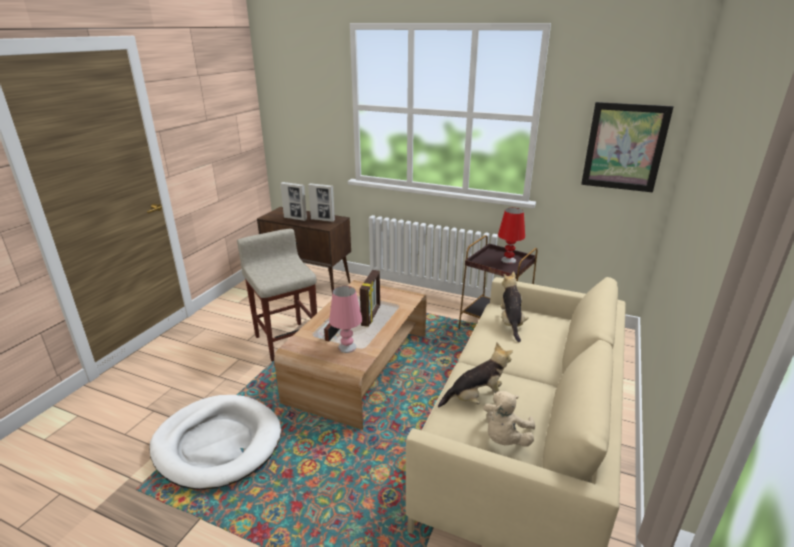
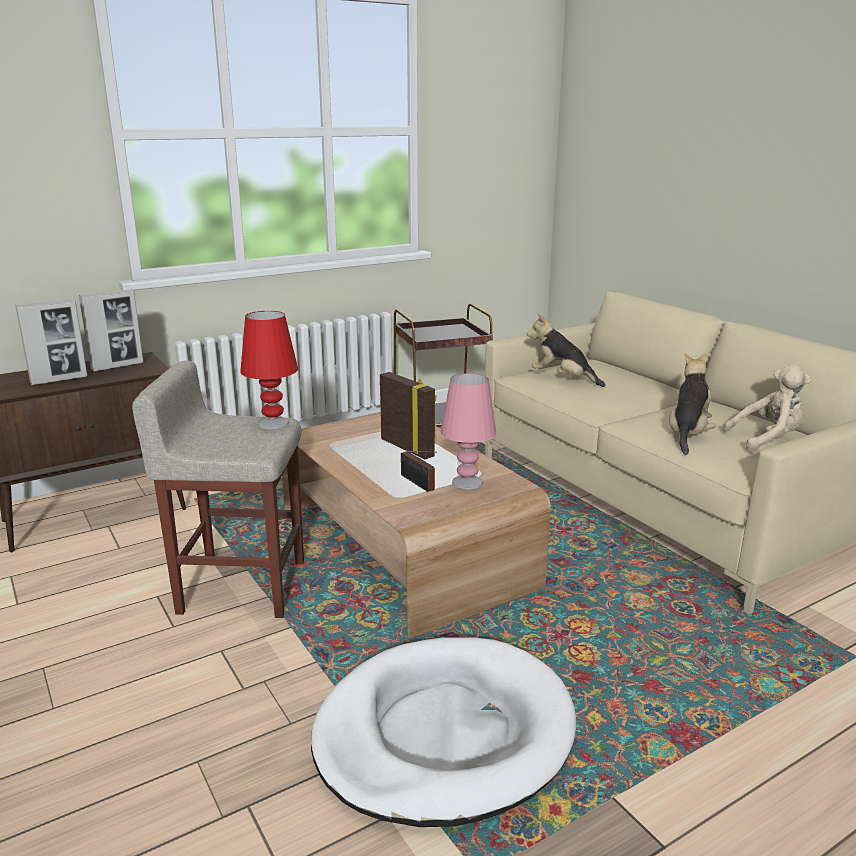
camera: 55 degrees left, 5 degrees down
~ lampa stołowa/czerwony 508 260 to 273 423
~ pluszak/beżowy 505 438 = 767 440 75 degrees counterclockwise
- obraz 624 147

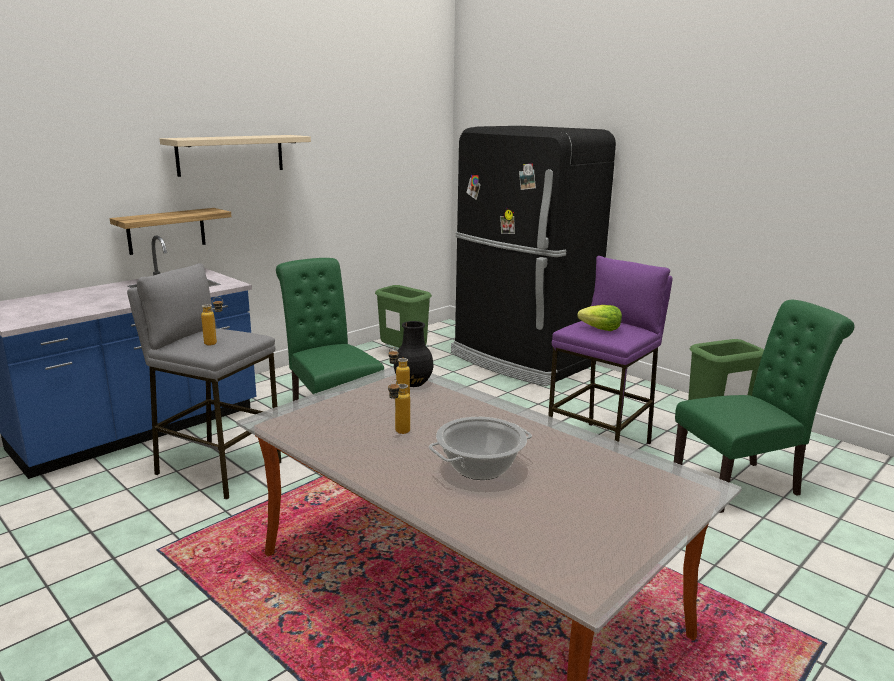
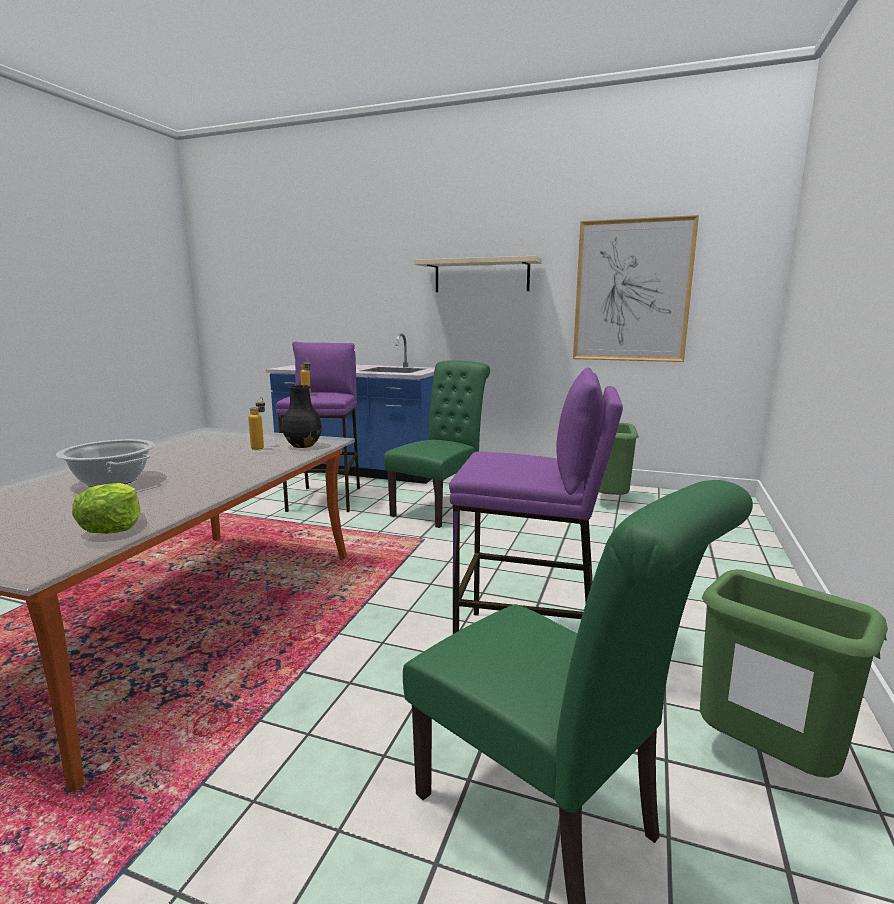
camera: 65 degrees right, 5 degrees down
~ sałata 600 329 to 113 527
~ stołek/szary 218 468 to stołek/fioletowy 326 499
+ obraz 632 291
- półka 166 231
- butelka 398 433
- lodówka/czarny 521 360

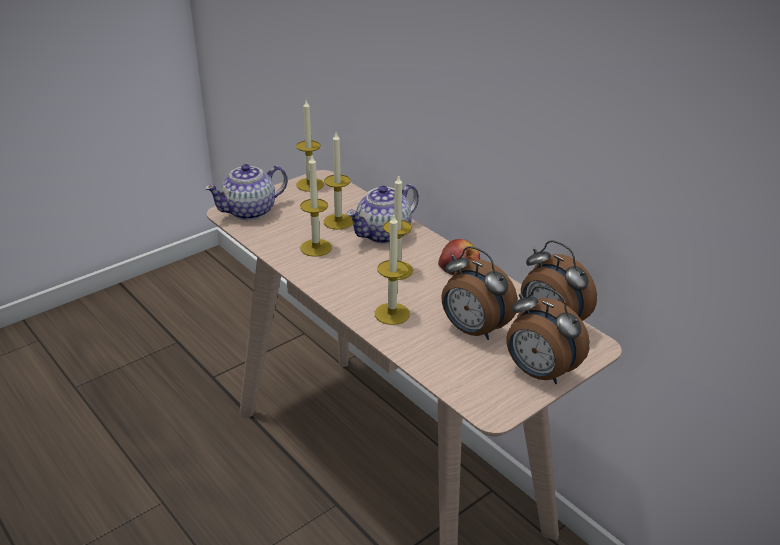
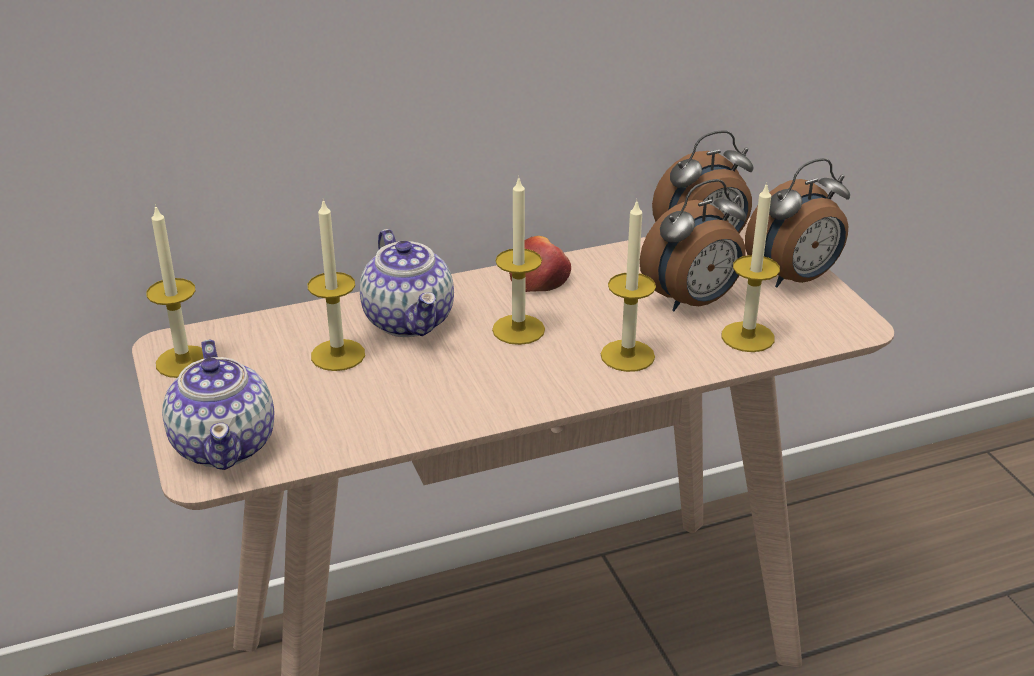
camera: 70 degrees left, 0 degrees up
~ świeca 316 248 to 747 337

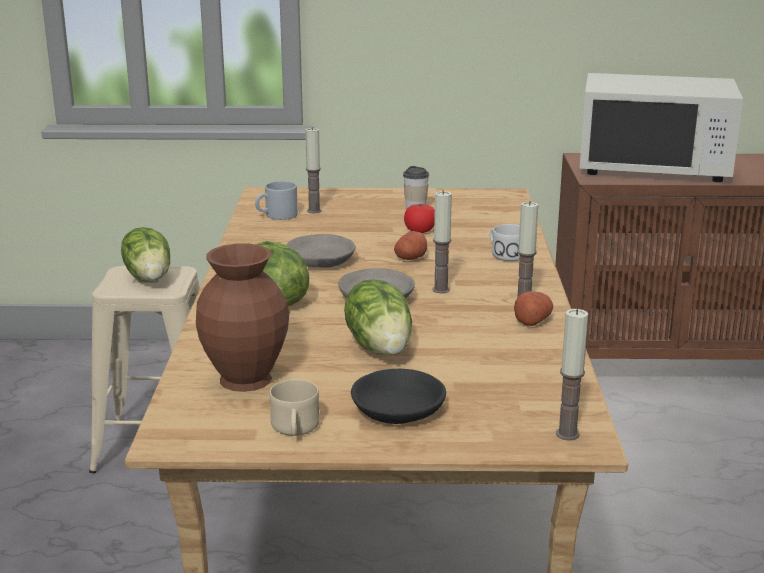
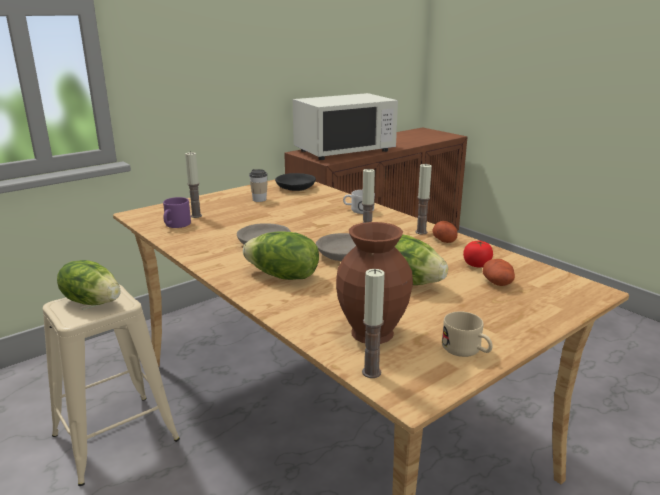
camera: 40 degrees left, 0 degrees up
~ kubek/szary 276 216 to kubek/fioletowy 176 225
~ miska/czarny 396 410 to 295 188
~ świeca 567 434 to 371 372
~ pomidor 420 231 to 477 265
~ ziemniak 411 258 to 498 283

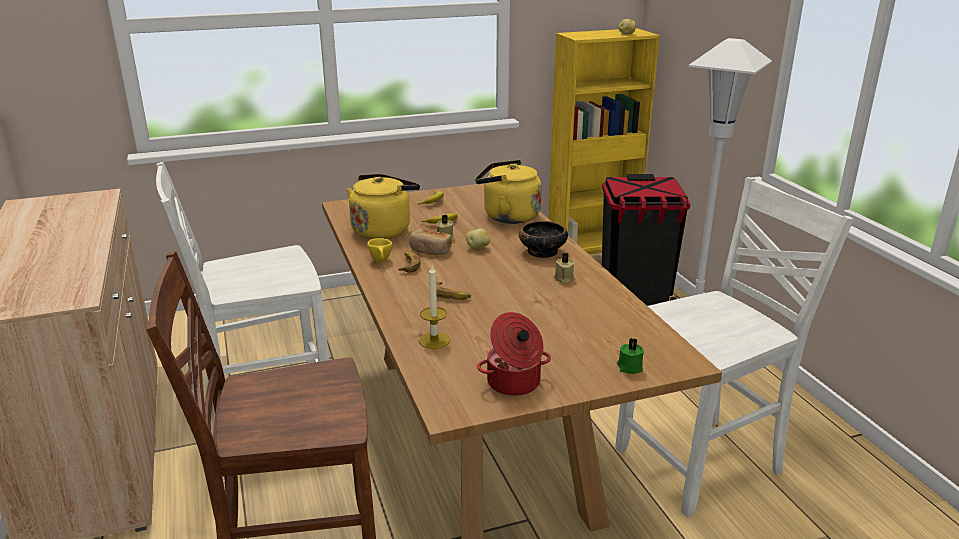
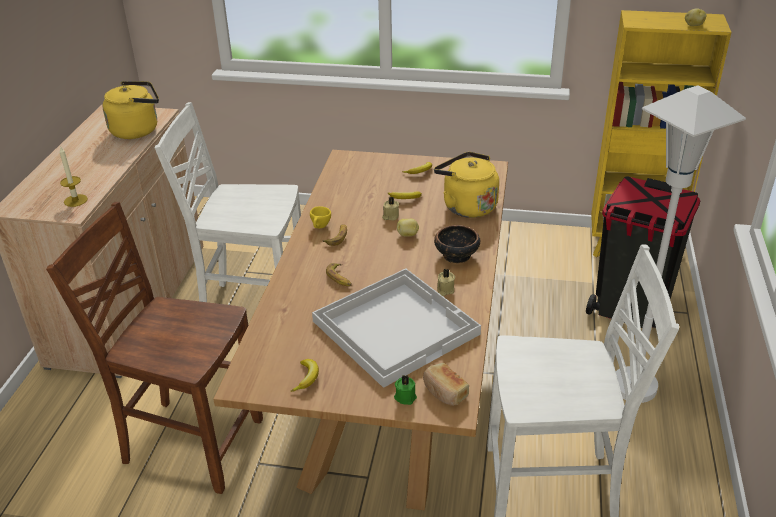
camera: 30 degrees right, 10 degrees up
~ świeca 434 340 to 75 200
~ czajnik/żółty 383 230 to 138 130
~ garnek 514 383 to banan 306 378
+ taca/biały 395 326
~ chleb 430 250 to 444 392

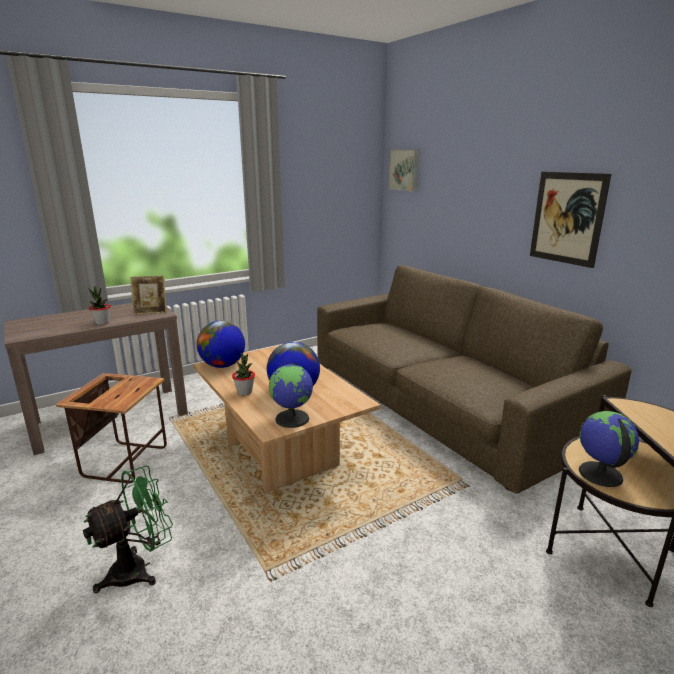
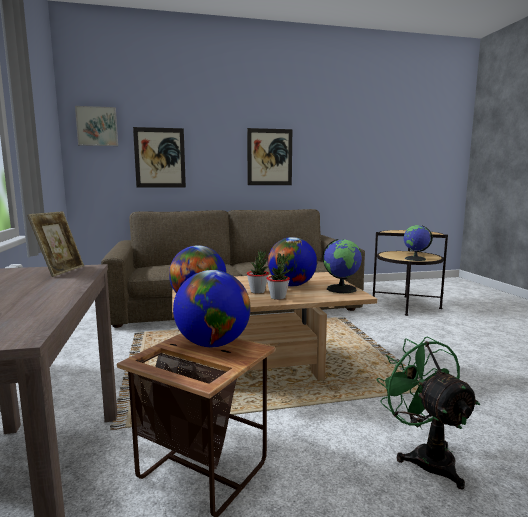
camera: 70 degrees left, 10 degrees down
+ obraz 160 158
+ globus 213 344
~ roślina doniczkowa 102 323 to 257 291

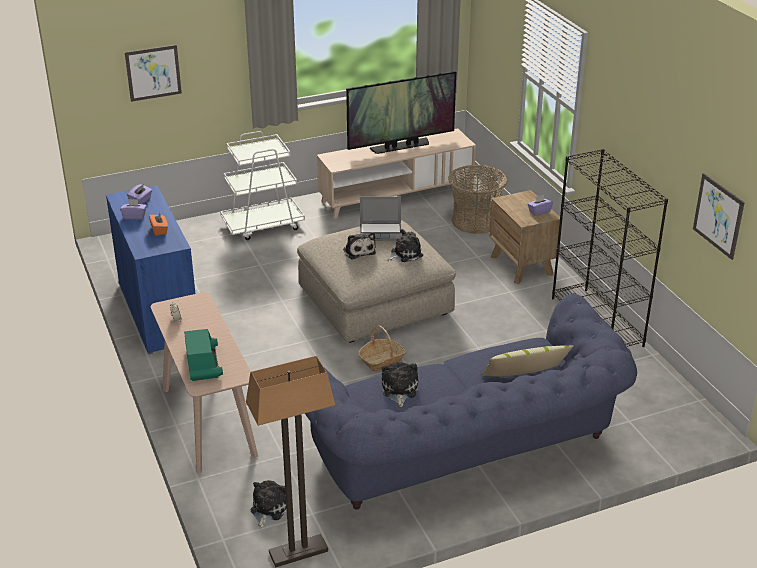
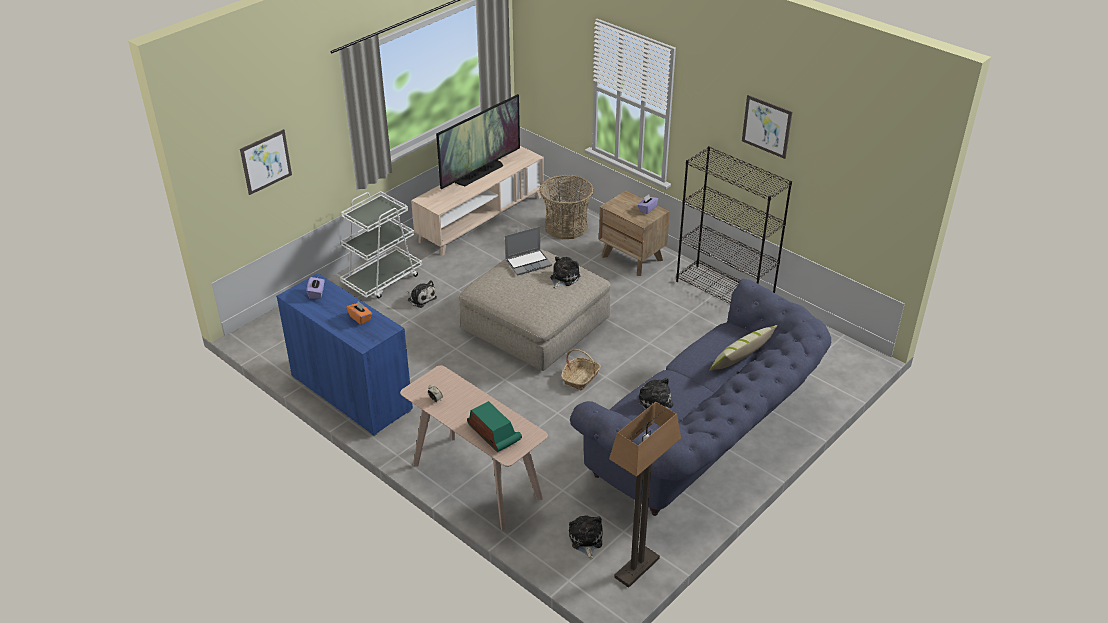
camera: 25 degrees left, 5 degrees up
~ pluszak 358 251 to 421 298
~ obraz 718 215 to 766 126
- pudełko chusteczek/fioletowy 134 216

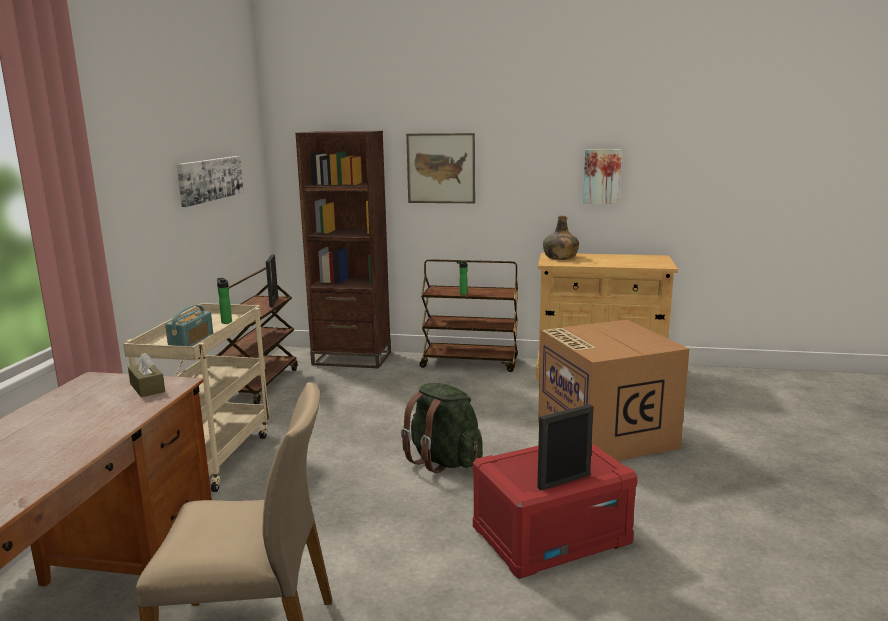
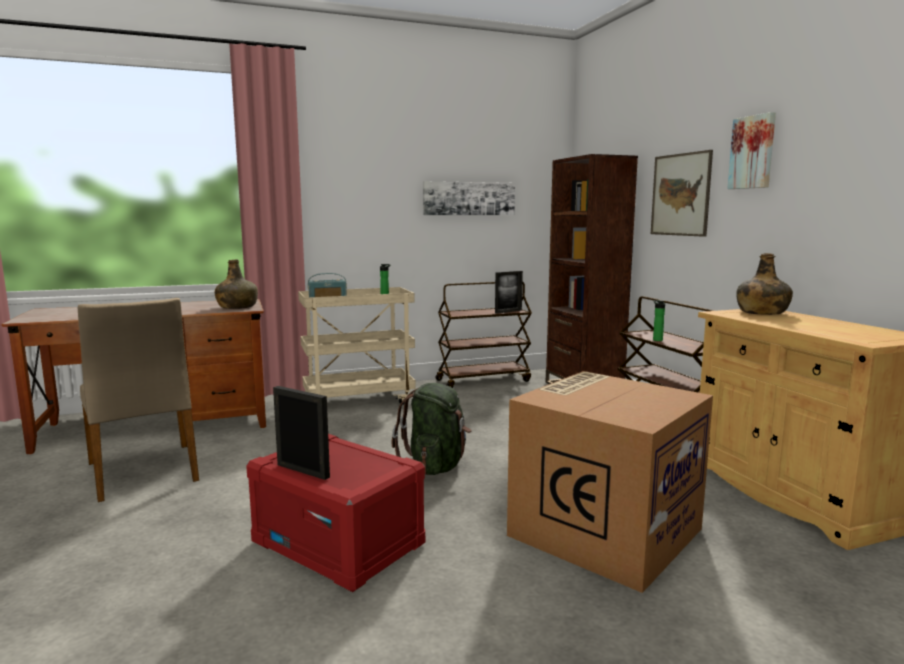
camera: 60 degrees right, 5 degrees down
~ pudełko chusteczek/brązowy 147 388 to butelka/zielony 237 307
~ obraz 601 176 to 753 152

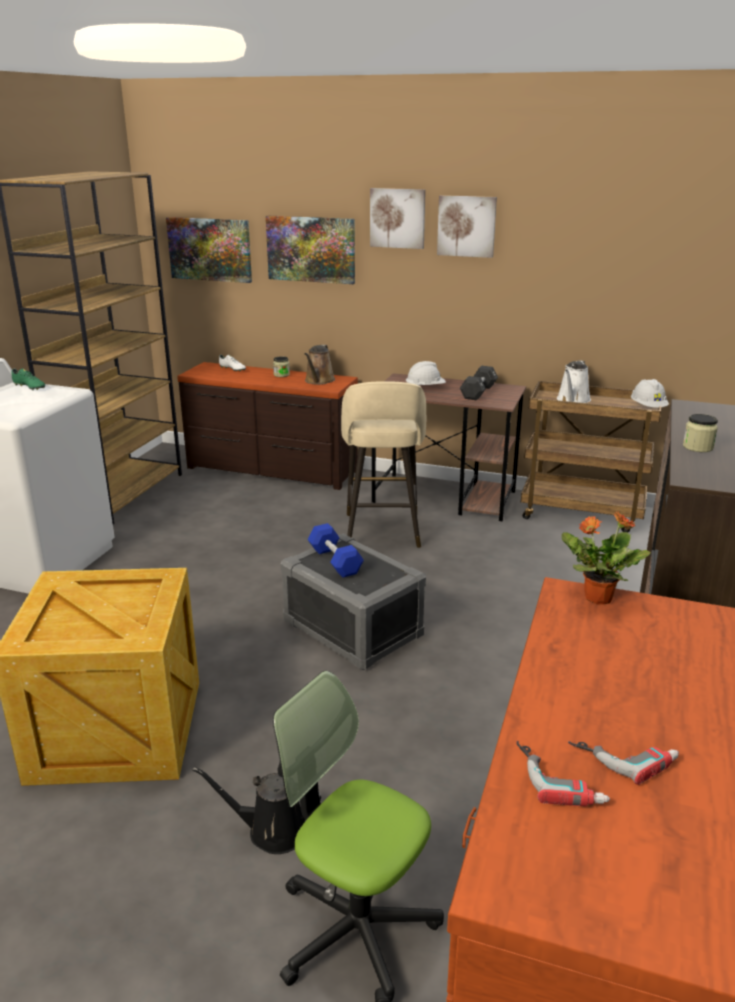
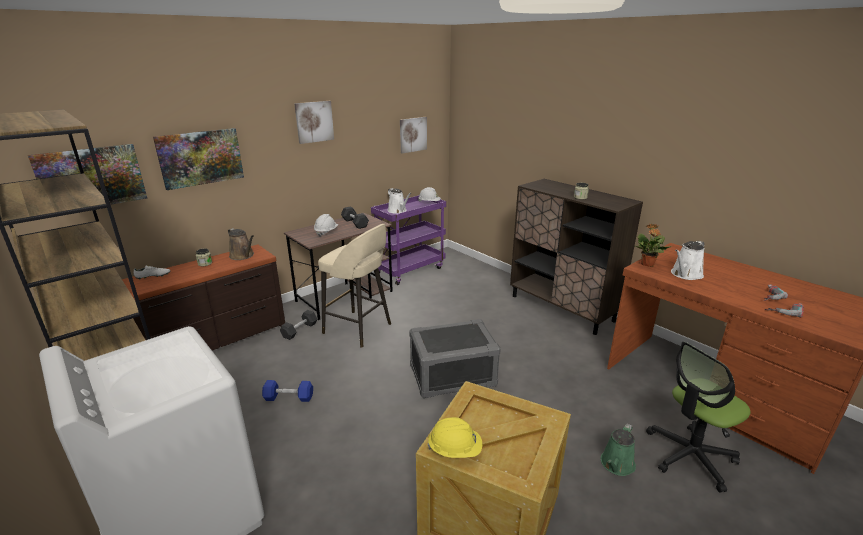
camera: 60 degrees left, 0 degrees up
~ hantel/niebieski 335 561 to 289 397
+ hantel/czarny 299 330
~ wózek/brązowy 582 513 to wózek/fioletowy 410 270
~ obraz 397 218 to 412 134
+ kask/żółty 455 450
~ konewka/czarny 271 831 to konewka/zielony 616 465
+ konewka/biały 685 275
- but/zielony 29 387

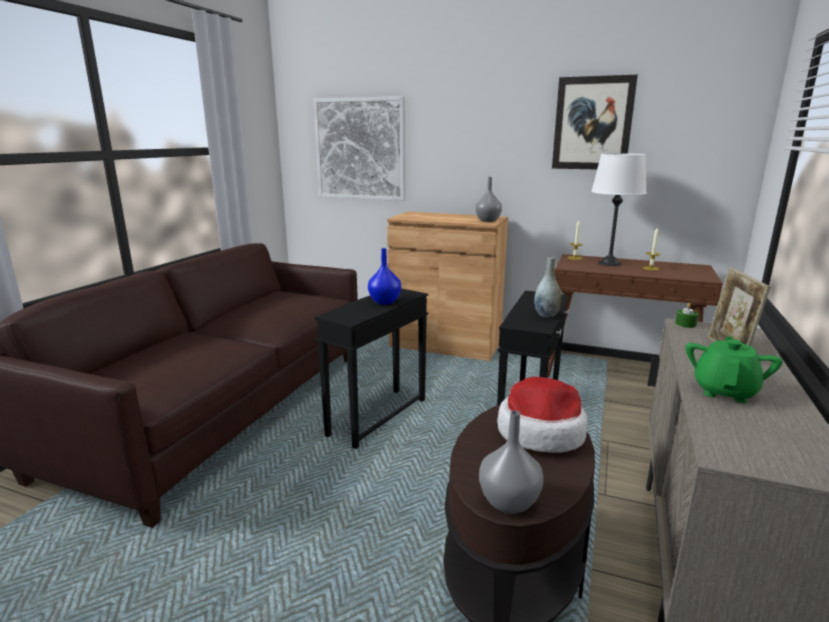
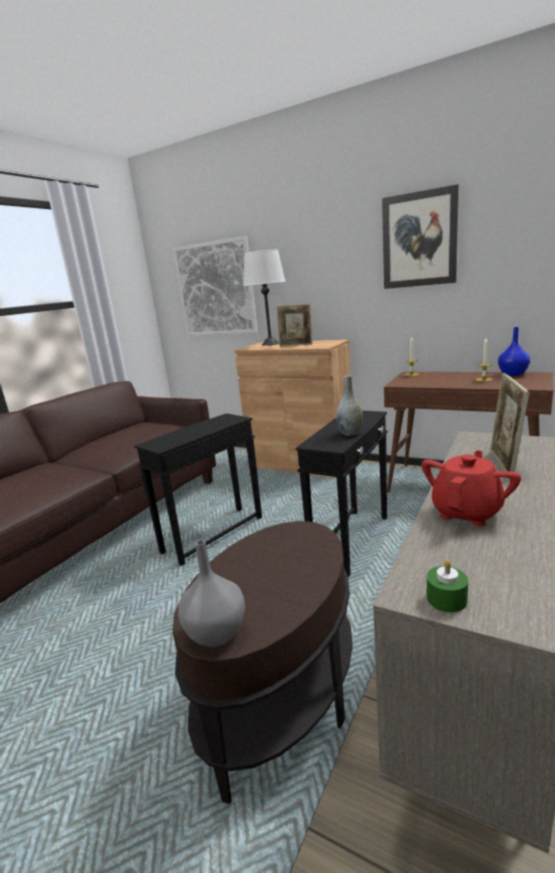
camera: 10 degrees right, 0 degrees up
~ lampa stołowa/biały 609 263 to 270 344
+ ramka na zdjęcie 296 345
~ imbryk/zielony 724 391 to imbryk/czerwony 467 512
~ świeca/zielony 685 324 to 446 599
~ wazon/niebieski 385 302 to 513 374
- wazon/szary 488 220
- kapelusz 540 432

